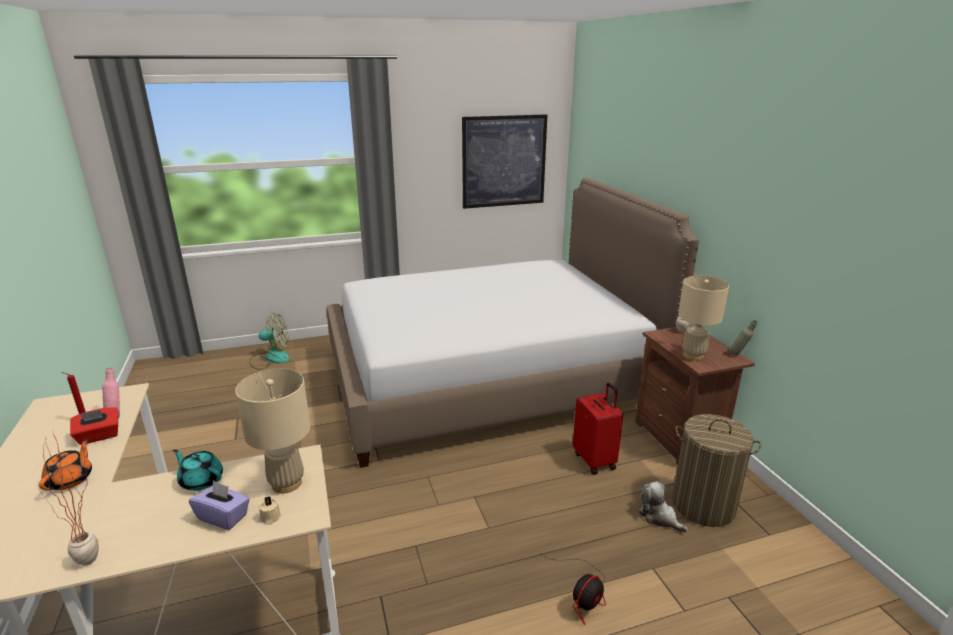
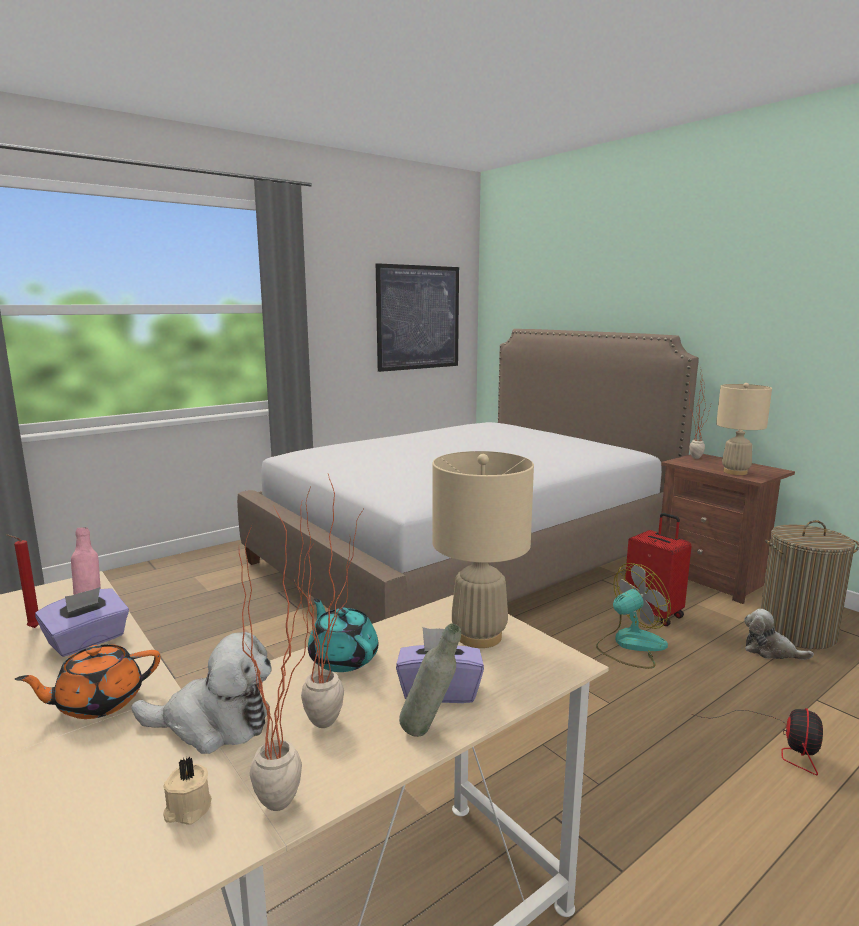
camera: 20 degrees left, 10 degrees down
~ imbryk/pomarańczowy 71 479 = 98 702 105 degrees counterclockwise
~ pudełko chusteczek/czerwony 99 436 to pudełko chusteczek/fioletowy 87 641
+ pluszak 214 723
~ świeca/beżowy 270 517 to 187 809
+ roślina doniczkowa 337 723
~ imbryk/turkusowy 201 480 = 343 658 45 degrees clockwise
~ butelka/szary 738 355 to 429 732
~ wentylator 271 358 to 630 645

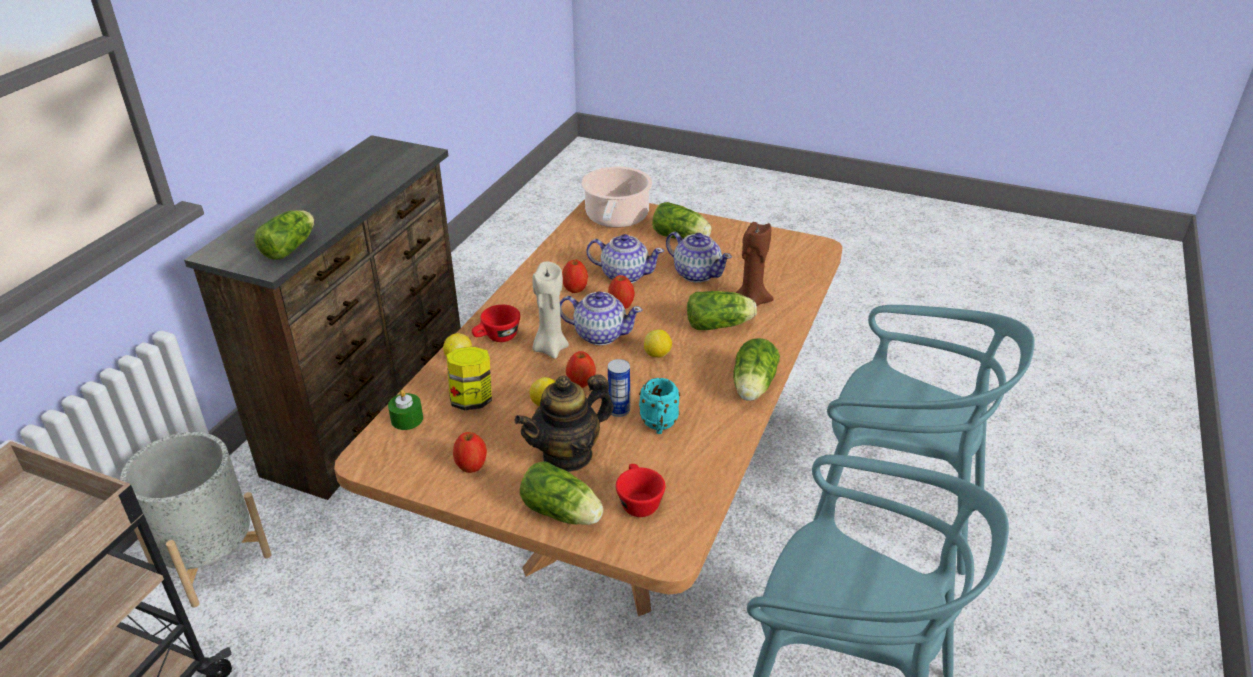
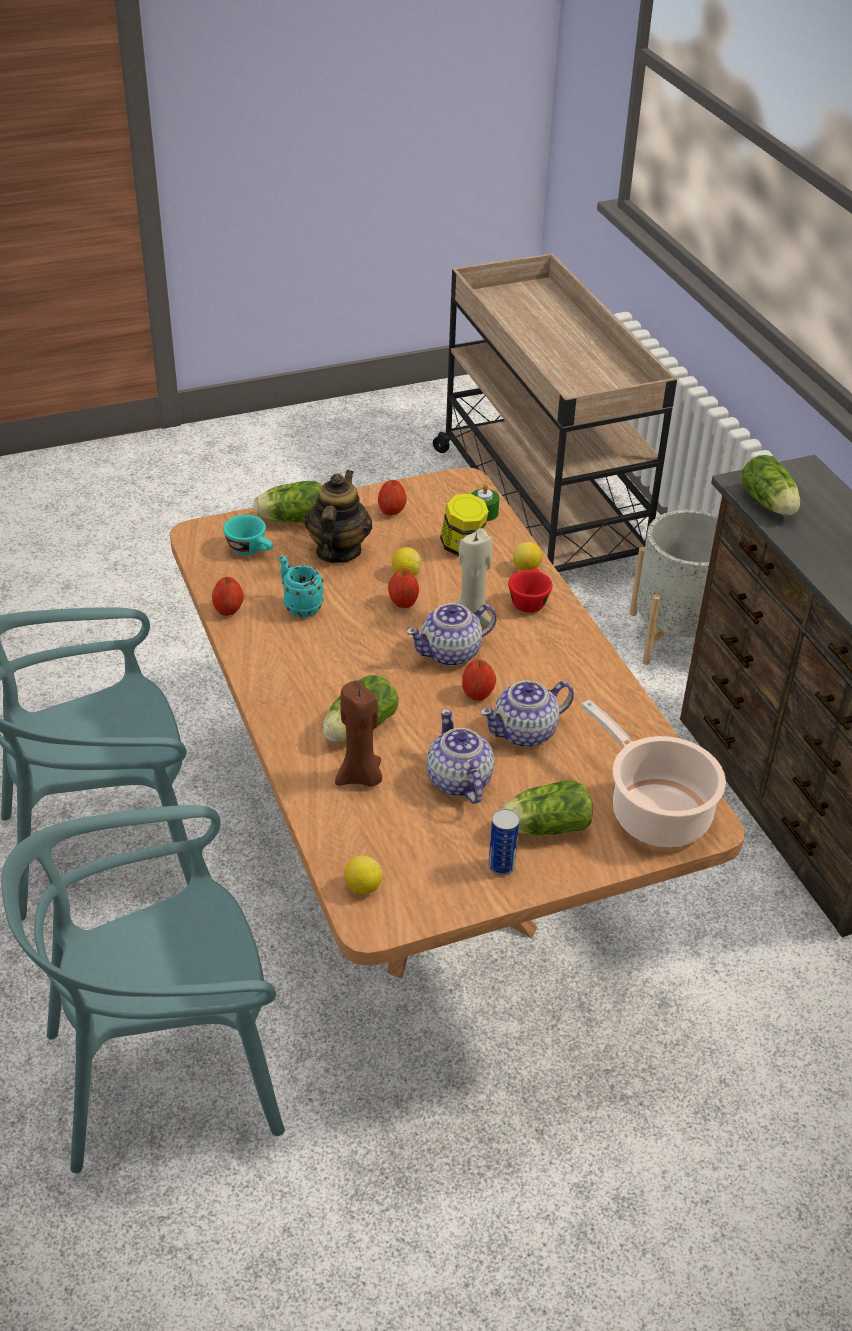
camera: 135 degrees right, 5 degrees up
~ jabłko 575 289 to 228 611
~ filiżanka/czerwony 637 501 to filiżanka/turkusowy 251 550
~ cytryna 657 355 to 362 887
~ imbryk 697 273 = 458 781 75 degrees clockwise
~ puszka 619 410 to 501 866
- sałata 752 387

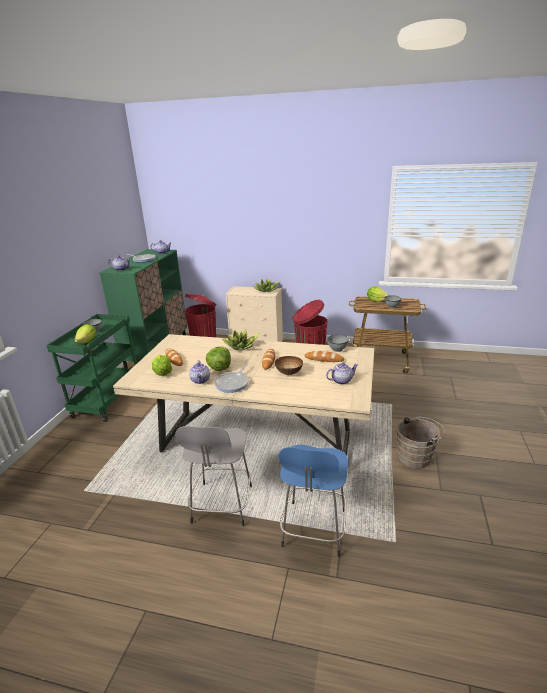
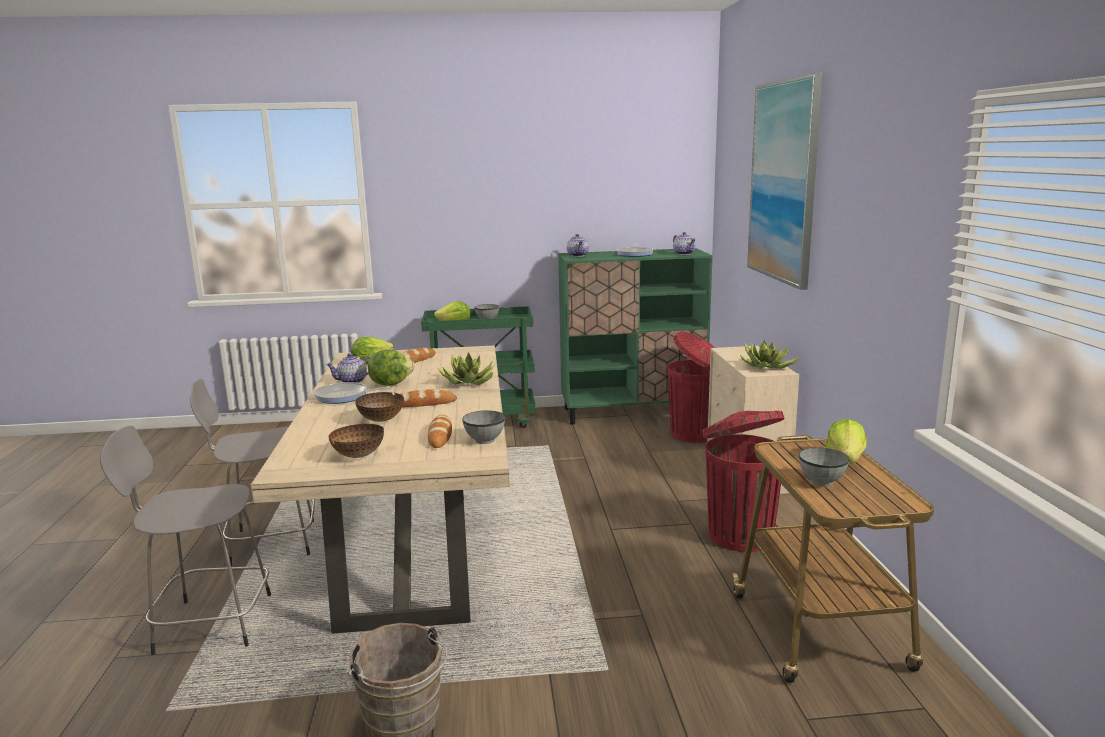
camera: 70 degrees right, 10 degrees down
~ stołek/niebieski 313 530 to stołek/szary 210 623
~ imbryk 341 380 to miska 358 455
+ obraz 783 181

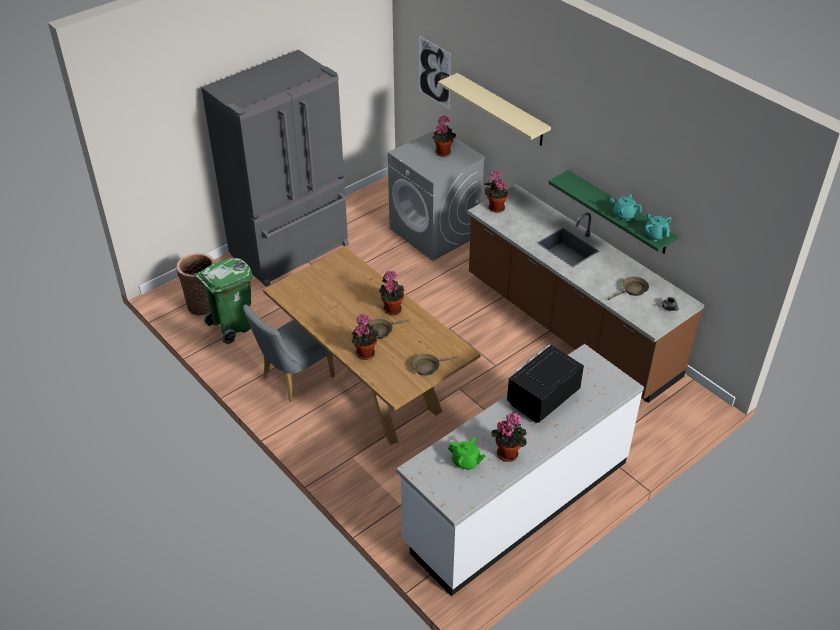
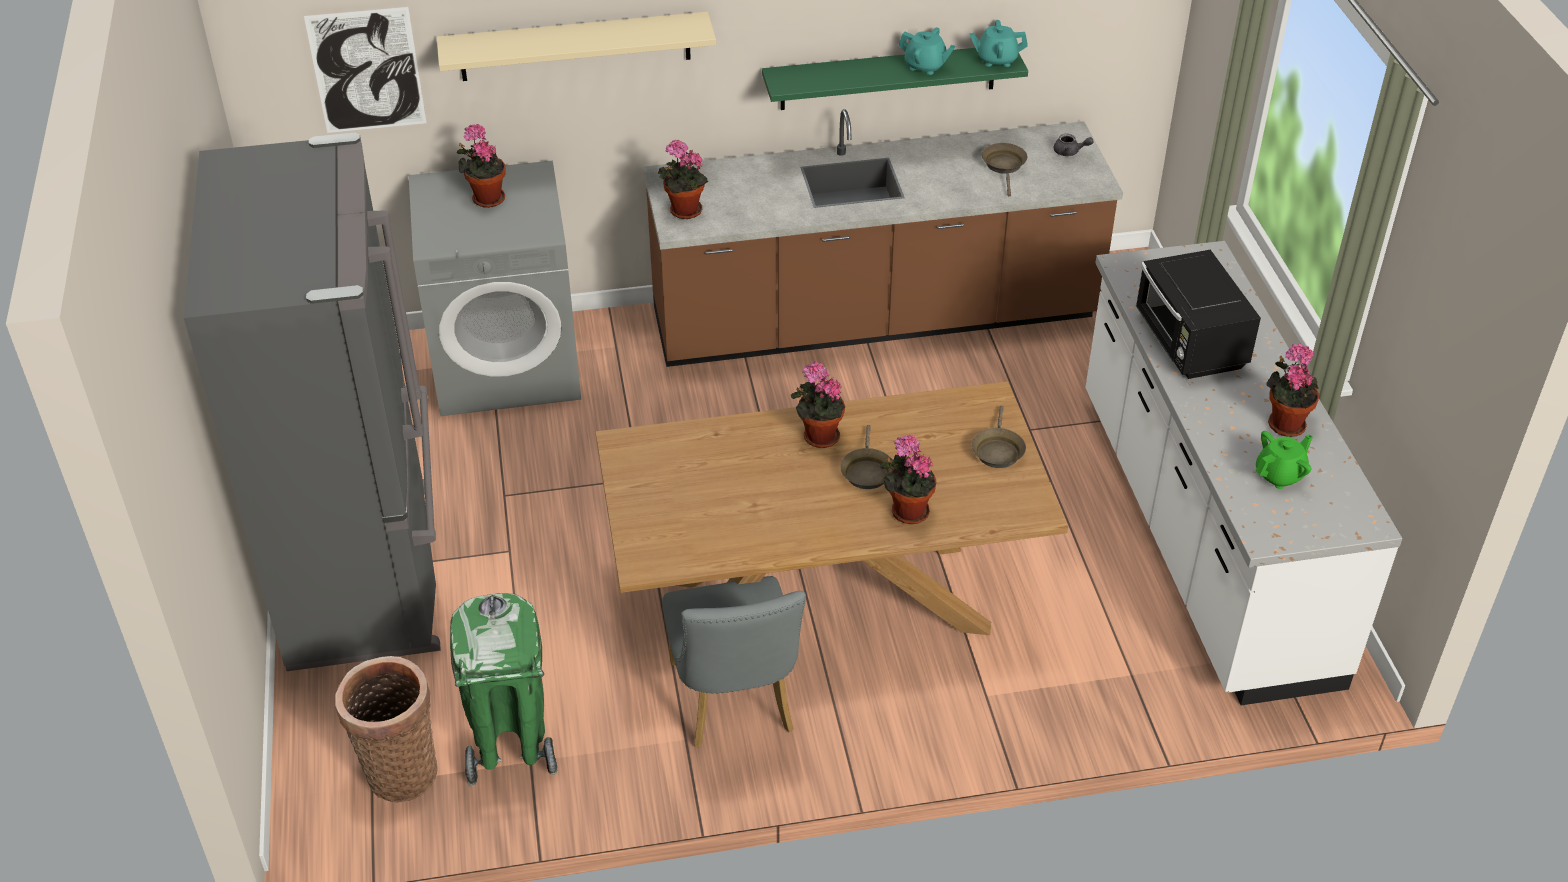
camera: 60 degrees left, 0 degrees up
~ imbryk/turkusowy 623 215 = 925 66 120 degrees counterclockwise

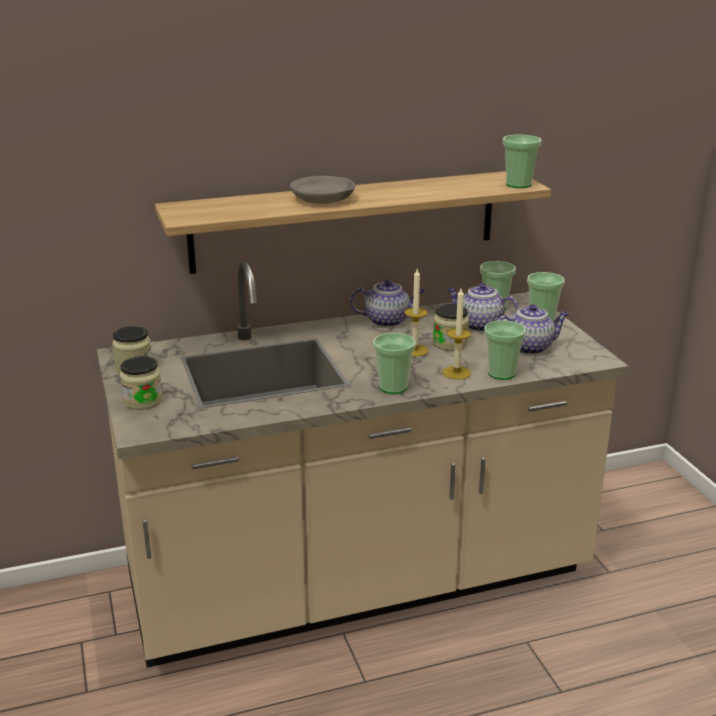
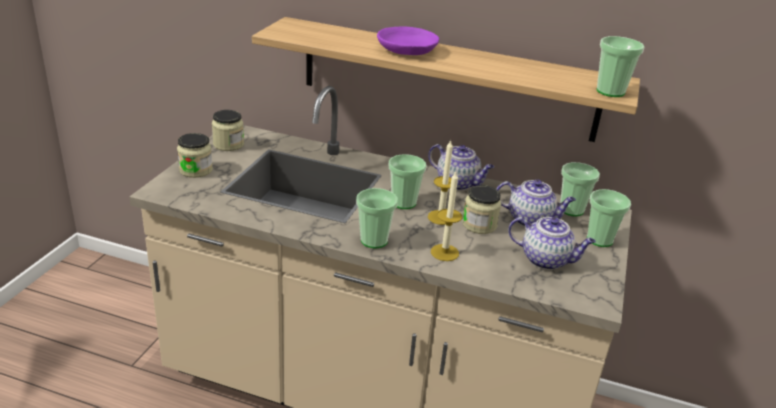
camera: 35 degrees right, 5 degrees up
~ miska/szary 323 199 to miska/fioletowy 407 50
~ filiżanka 501 373 to 403 202
~ imbryk 479 325 = 531 220 135 degrees clockwise

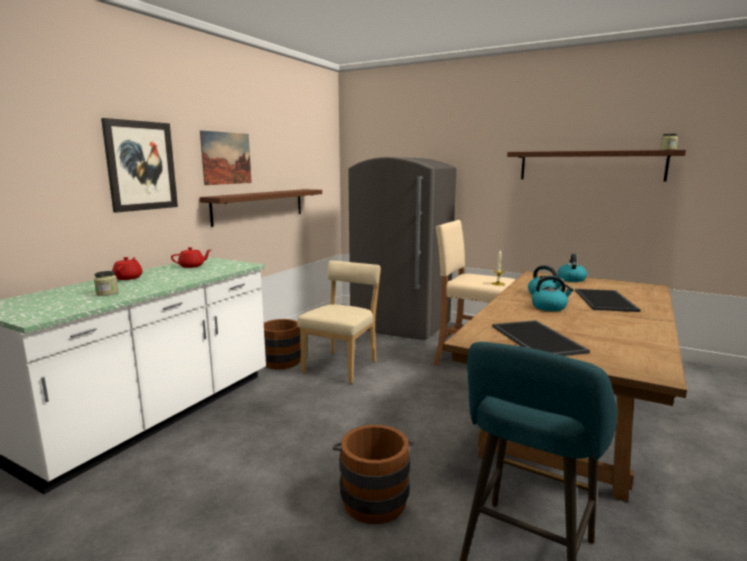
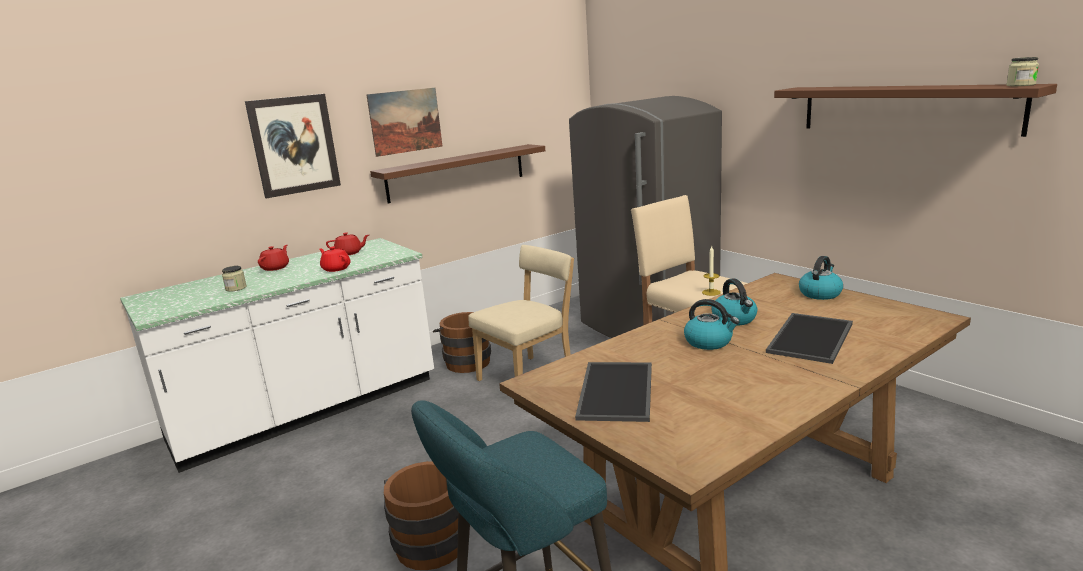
camera: 25 degrees right, 5 degrees up
+ imbryk/czerwony 336 268

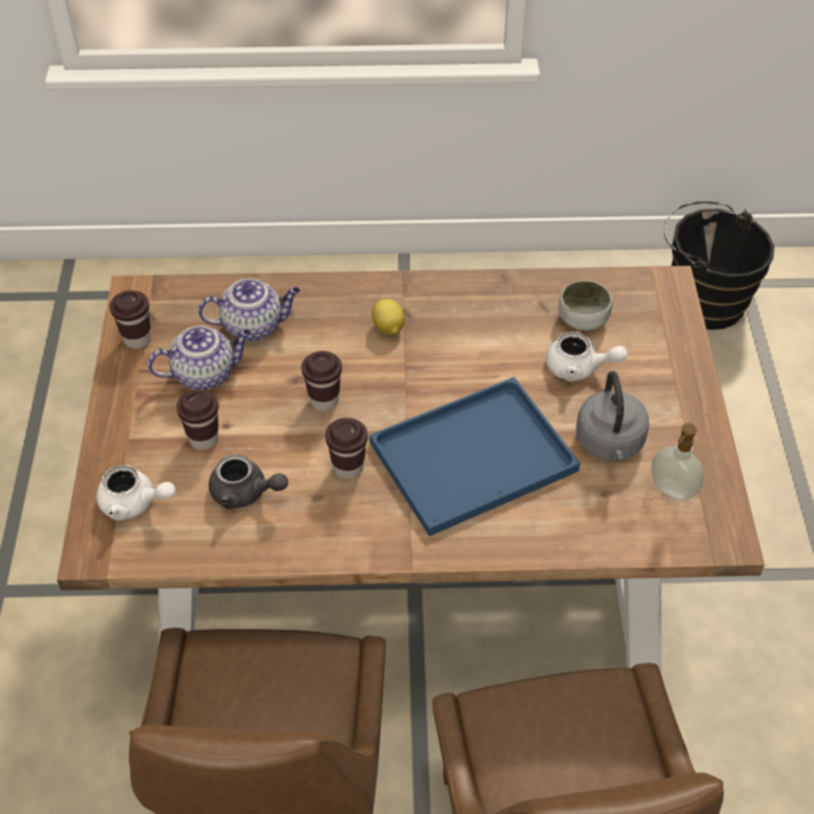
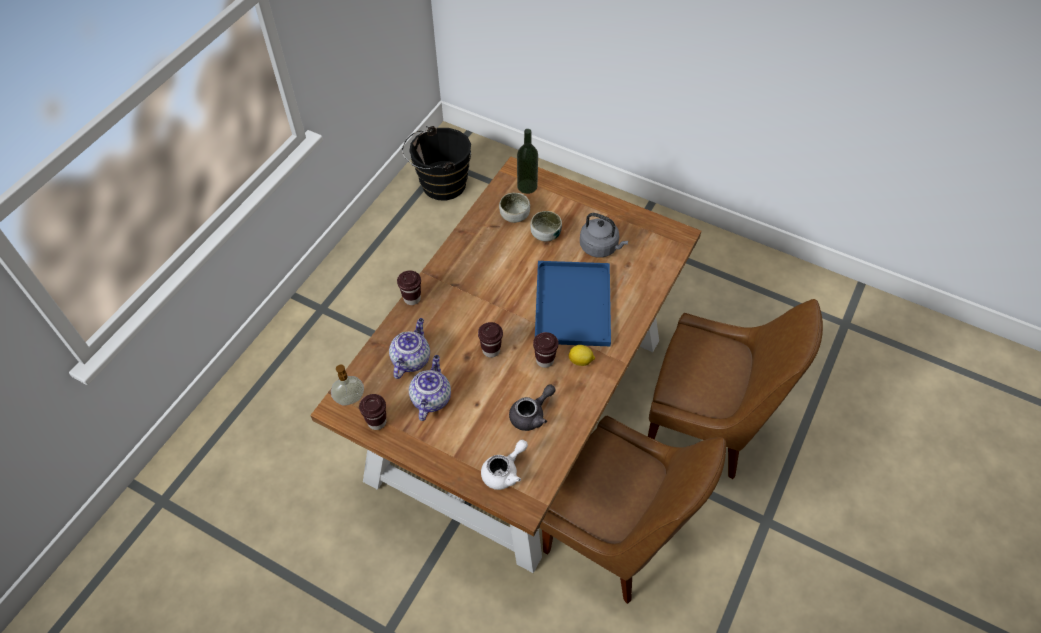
camera: 60 degrees left, 5 degrees up
~ dozownik mydła 671 491 to 350 400
~ filiżanka/brązowy 204 439 to 412 298
+ butelka 527 186
~ imbryk/biały 579 368 to miska 545 234
~ cytryna 388 328 to 581 361

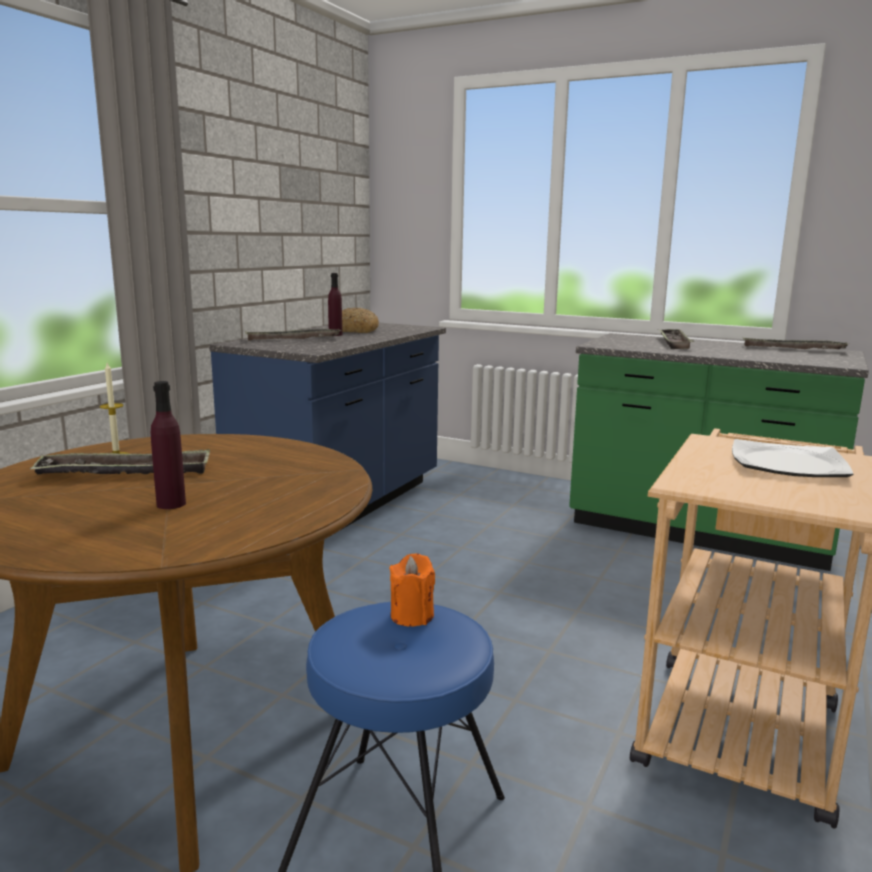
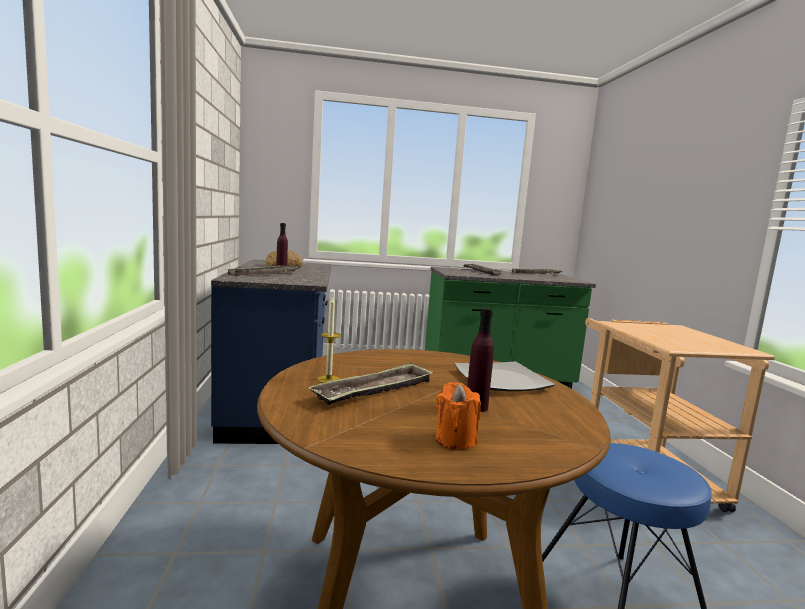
camera: 35 degrees left, 5 degrees down
~ świeca/pomarańczowy 412 616 to 455 440
~ talerz 789 464 to 502 380

